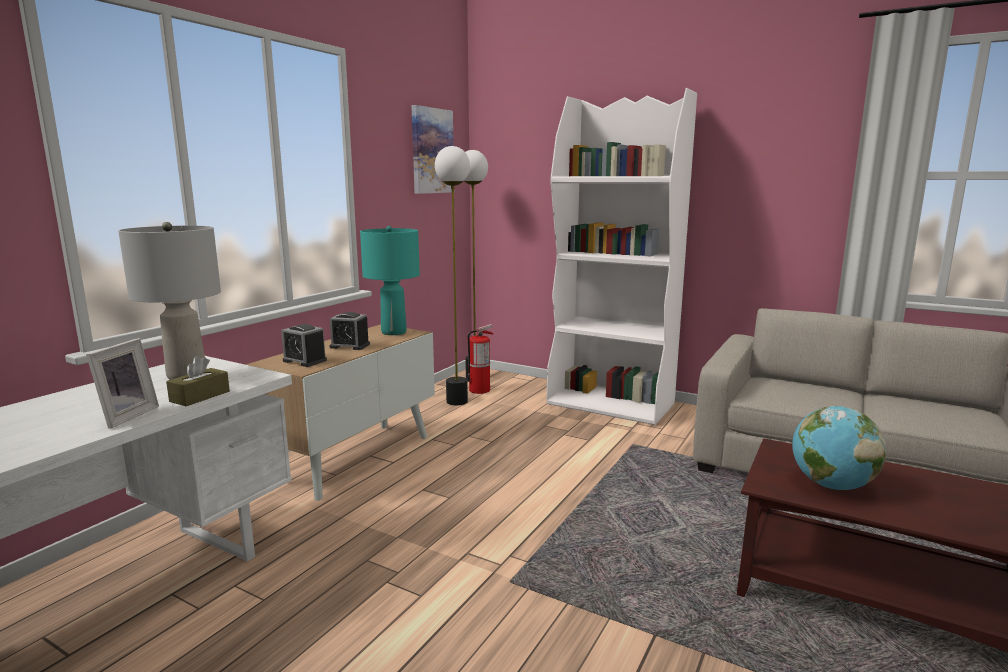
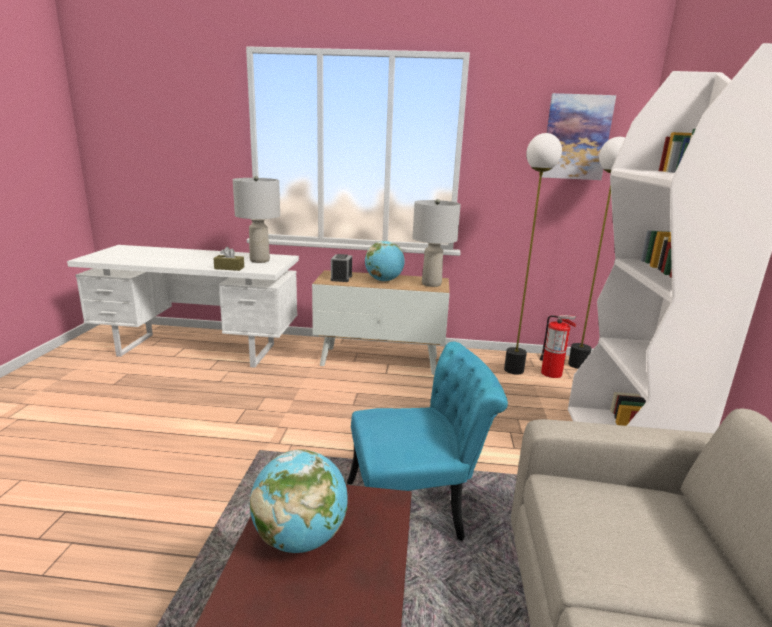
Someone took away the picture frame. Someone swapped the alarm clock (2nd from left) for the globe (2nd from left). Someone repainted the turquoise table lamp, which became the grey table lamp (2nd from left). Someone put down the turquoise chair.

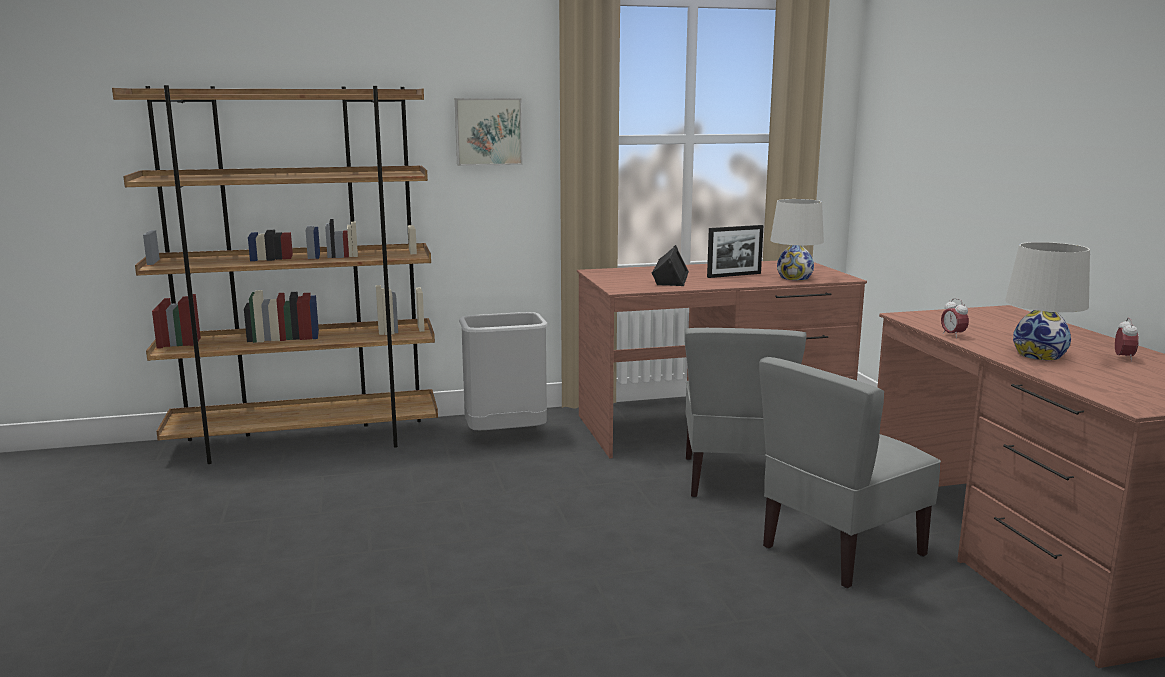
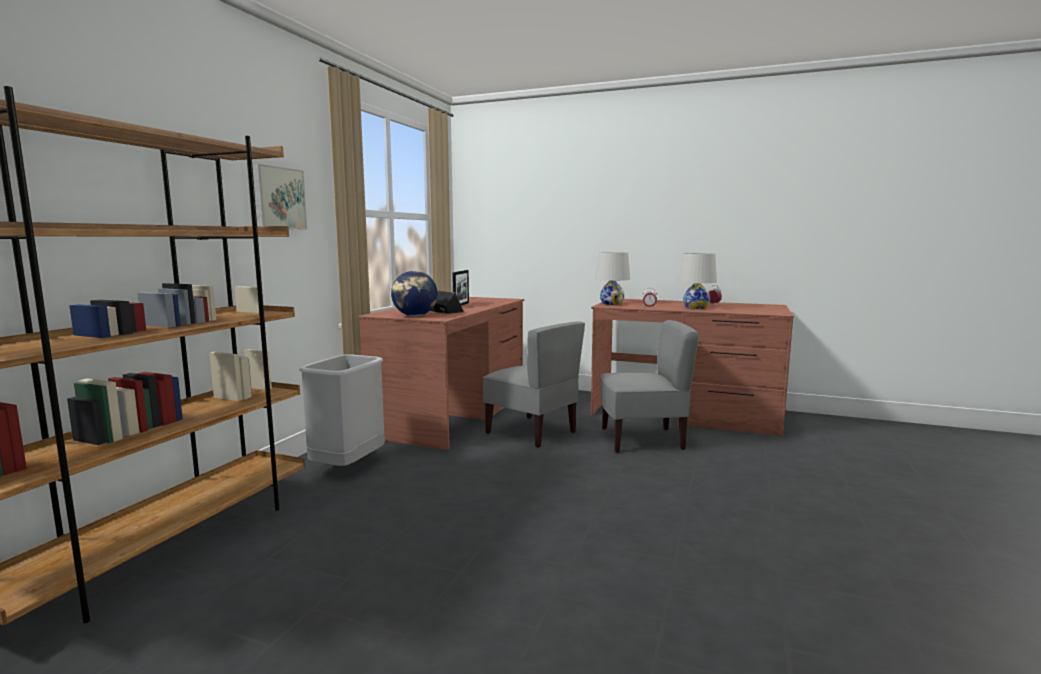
Someone rotated the grey chair (2nd from left) by 90 degrees counterclockwise. Someone carried the white table lamp (1st from left). Someone put down the globe.

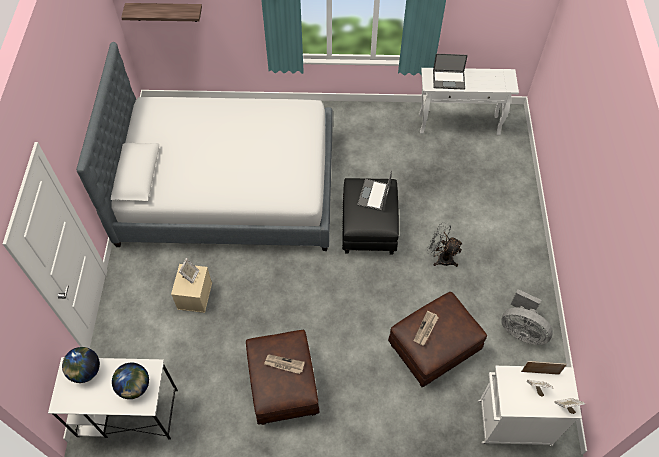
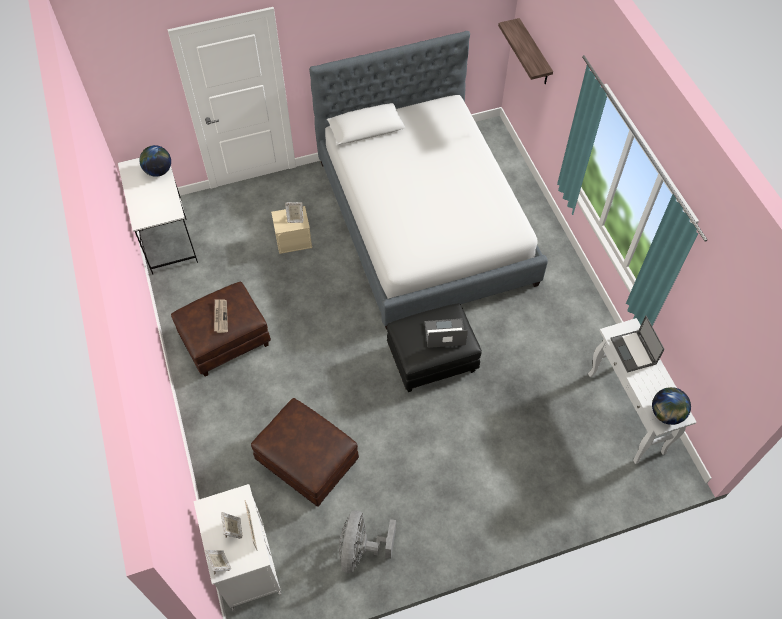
Someone carried the globe (2nd from left). Someone took away the newspaper (2nd from left). Someone took away the grey fan (1st from left).

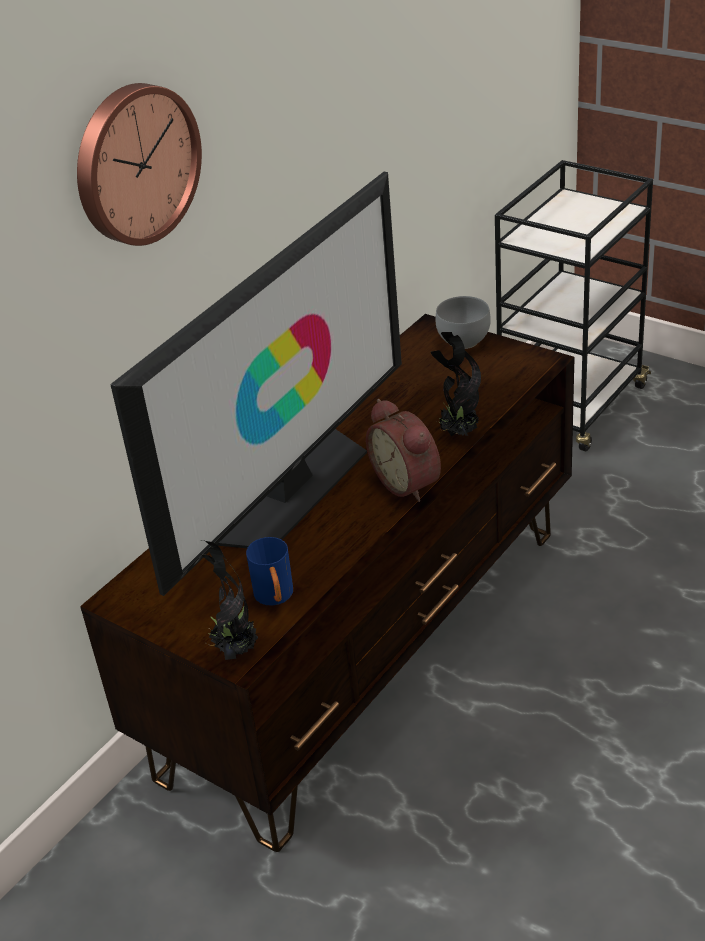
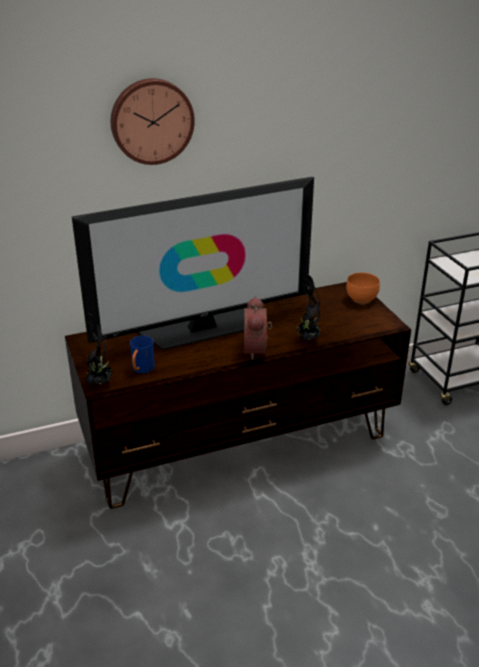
Someone repainted the grey bowl, which became the orange bowl.

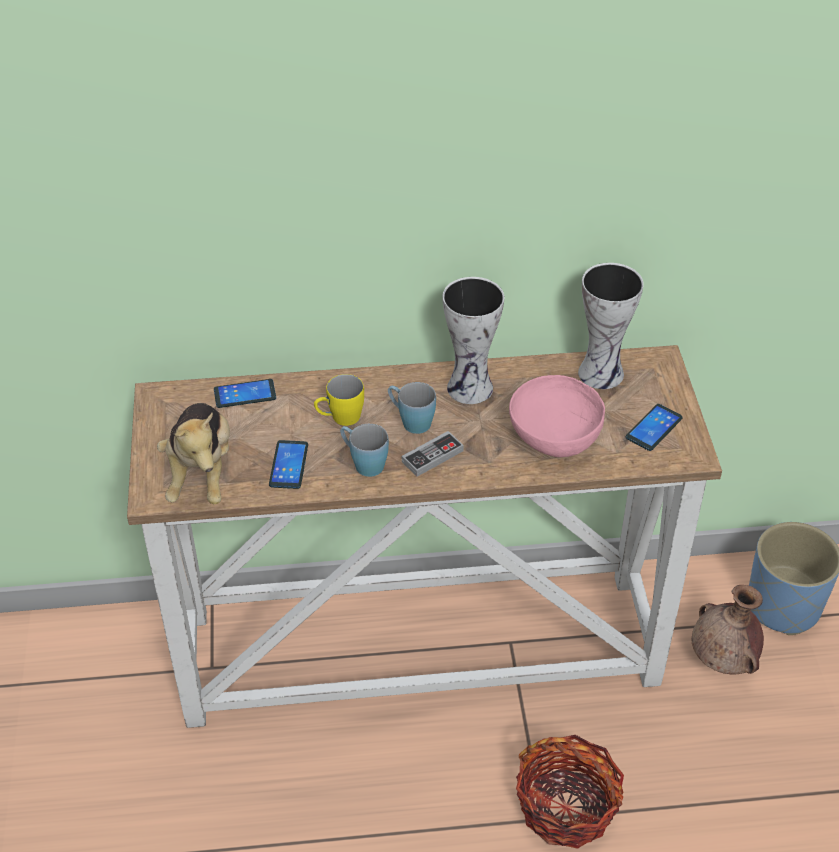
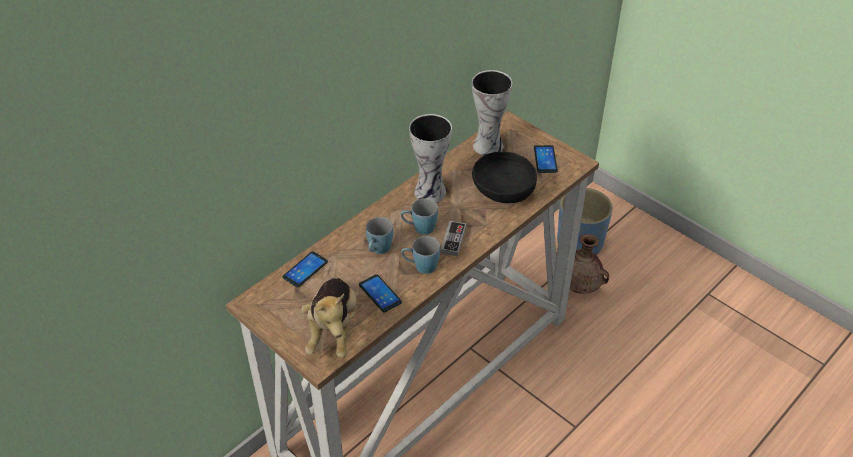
Someone rotated the plush toy by 45 degrees clockwise. Someone repainted the yellow mug, which became the blue mug (1st from left). Someone repainted the pink bowl, which became the black bowl. Someone took away the basket.

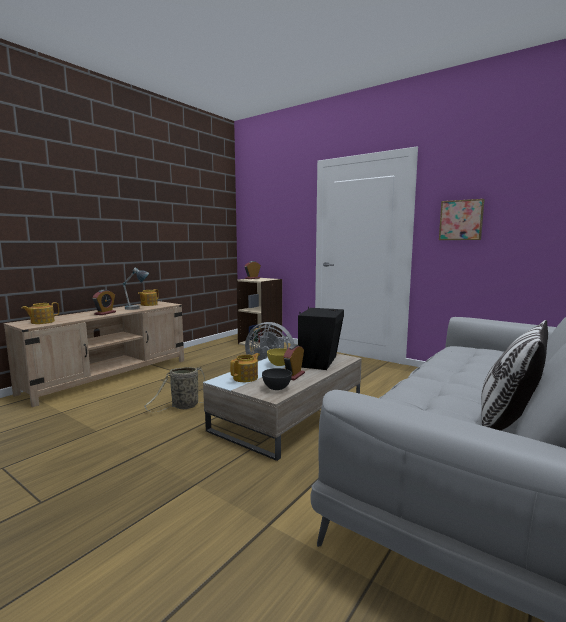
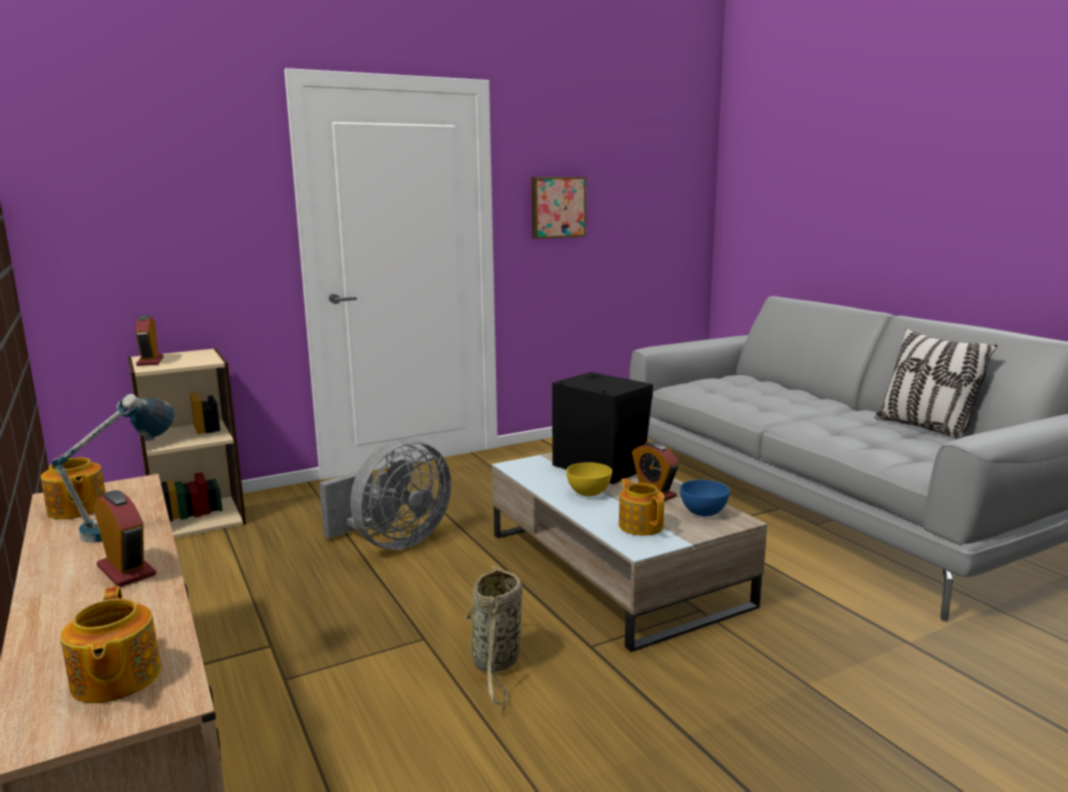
Someone repainted the grey bowl, which became the blue bowl.

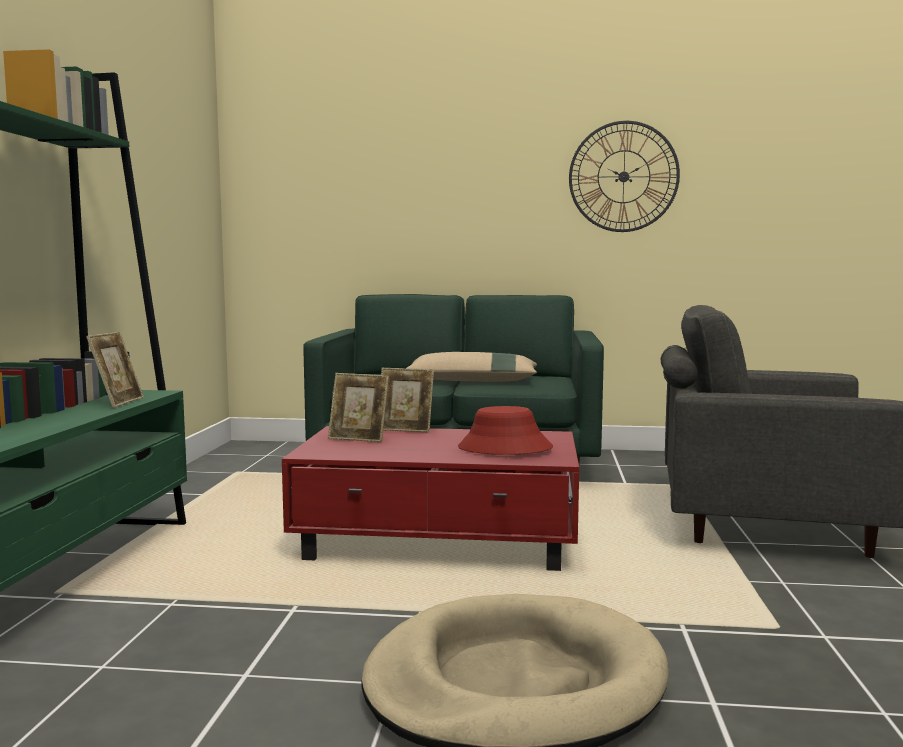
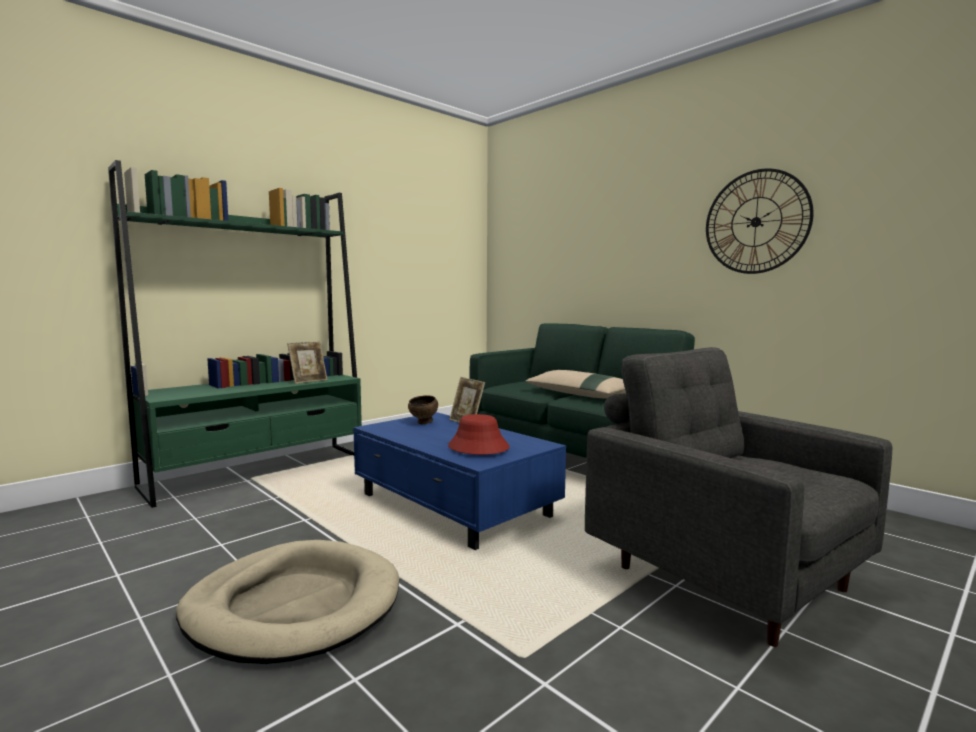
Someone repainted the red coffee table, which became the blue coffee table. Someone swapped the picture frame (2nd from left) for the brown bowl.

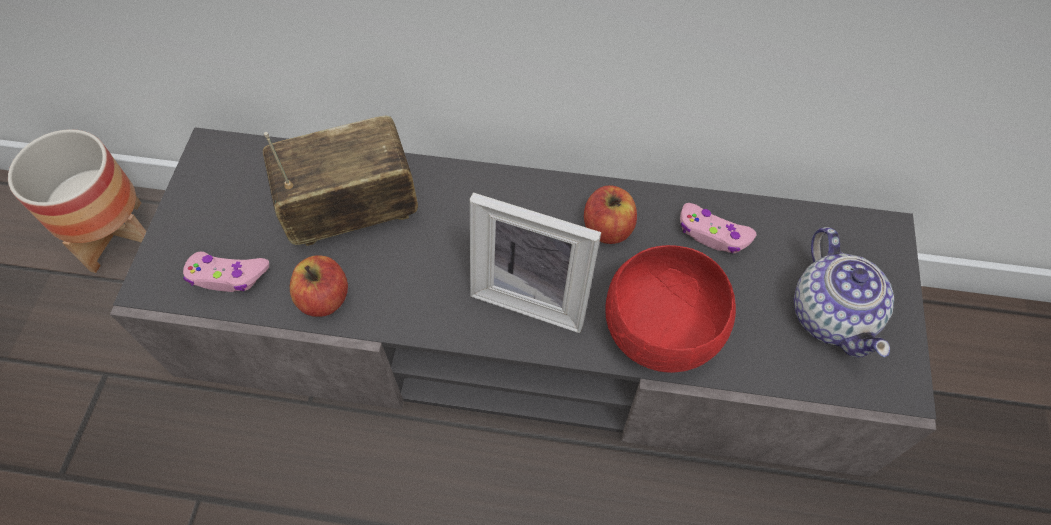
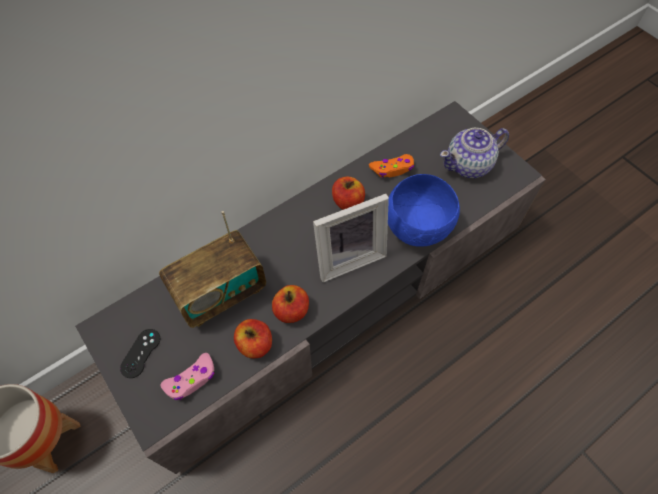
Someone rotated the radio by 150 degrees counterclockwise. Someone repainted the red bowl, which became the blue bowl. Someone repainted the pink game controller (2nd from left), which became the orange game controller. Someone rotated the teapot by 120 degrees clockwise. Someone put down the black game controller. Someone put down the apple (2nd from left).

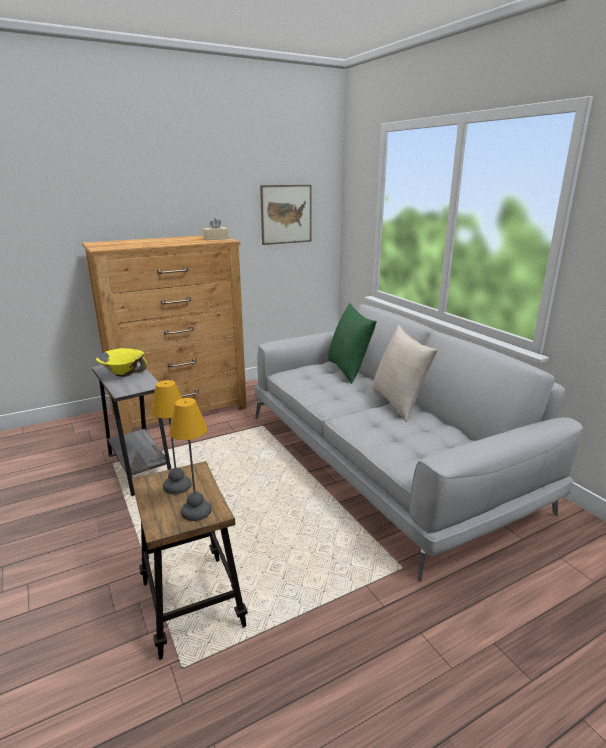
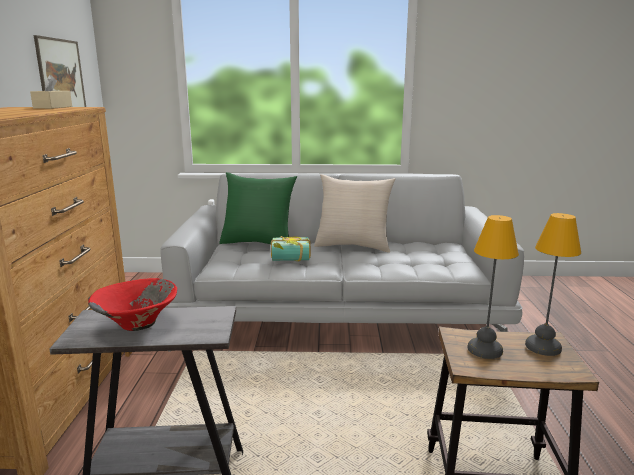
Someone repainted the yellow bowl, which became the red bowl. Someone put down the book.

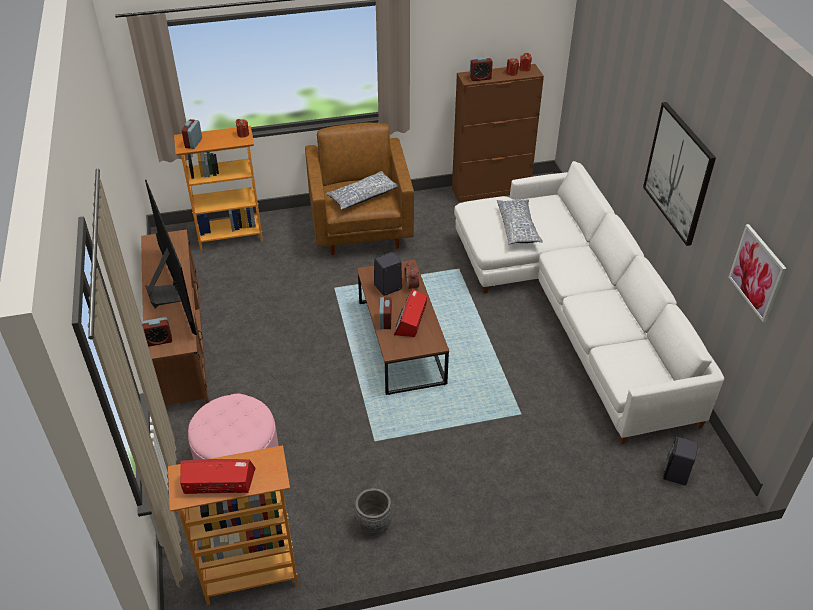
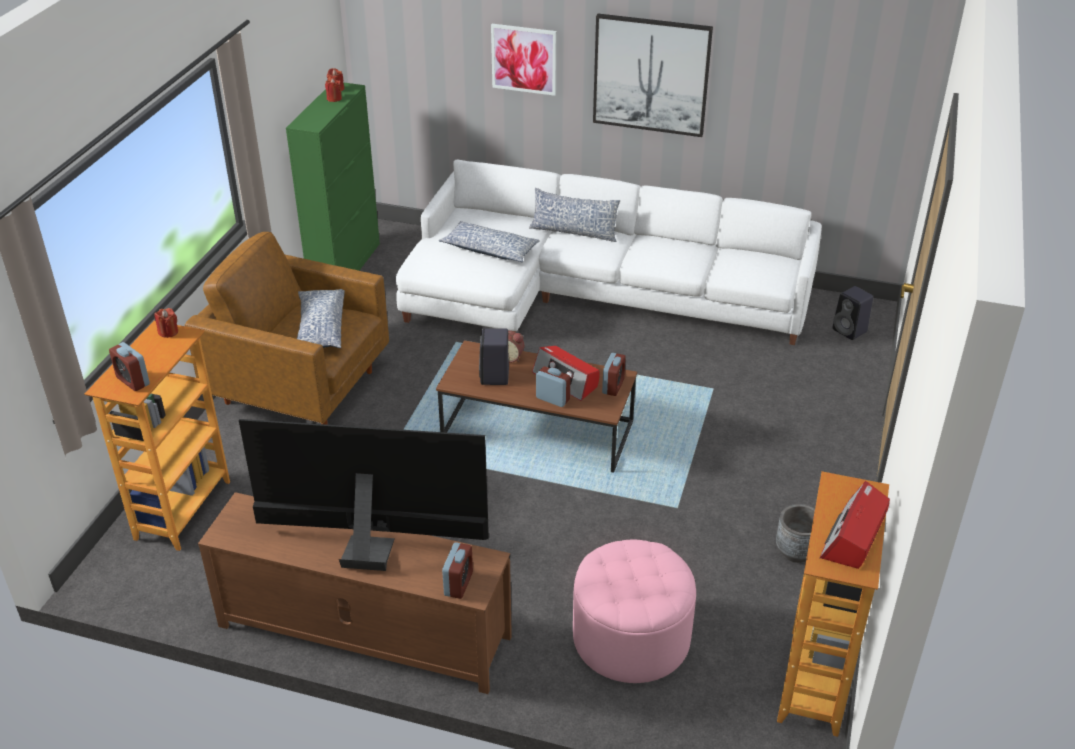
Someone repainted the brown cabinet, which became the green cabinet. Someone carried the alarm clock (5th from left). Someone carried the picture (2nd from left in the first image). Someone put down the pillow (3rd from left).

